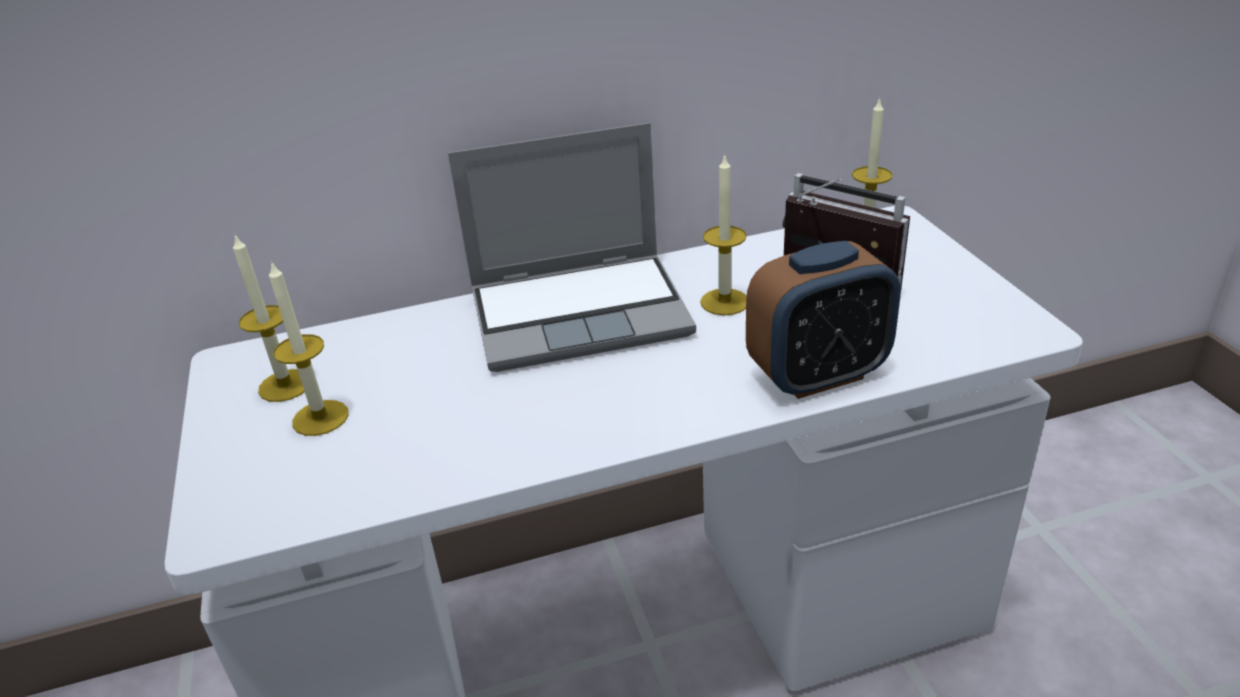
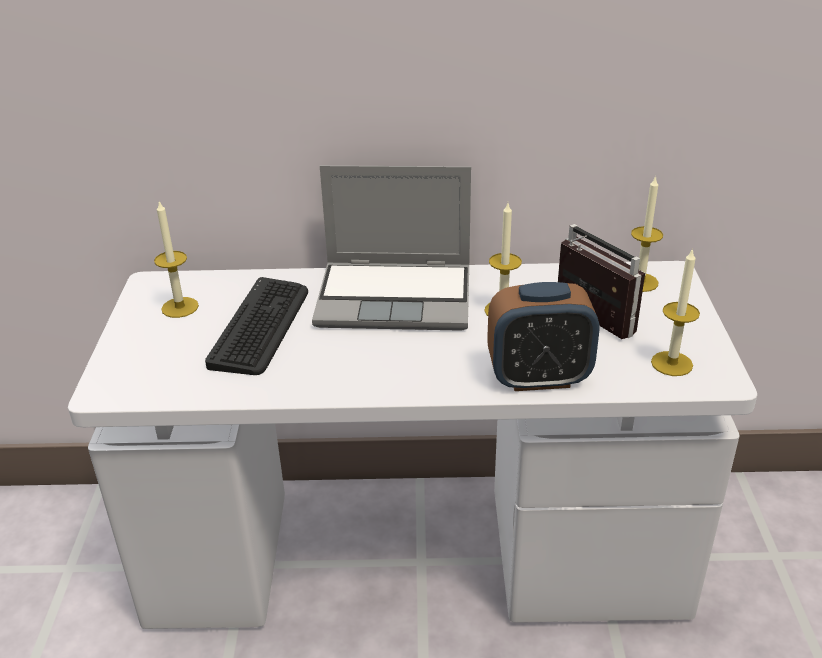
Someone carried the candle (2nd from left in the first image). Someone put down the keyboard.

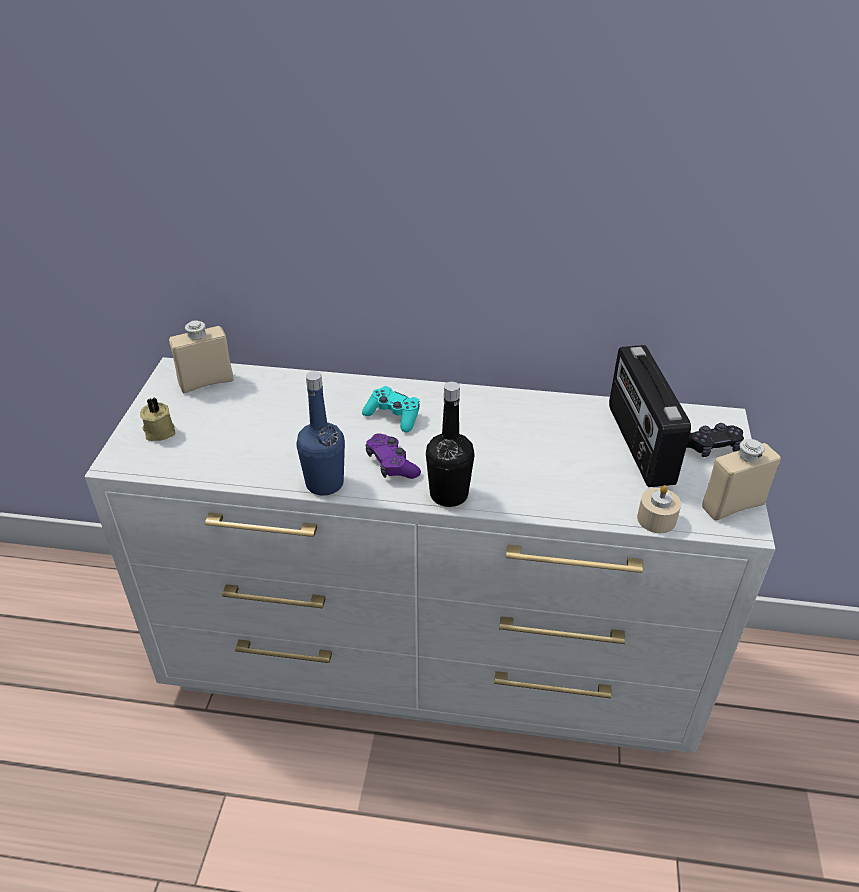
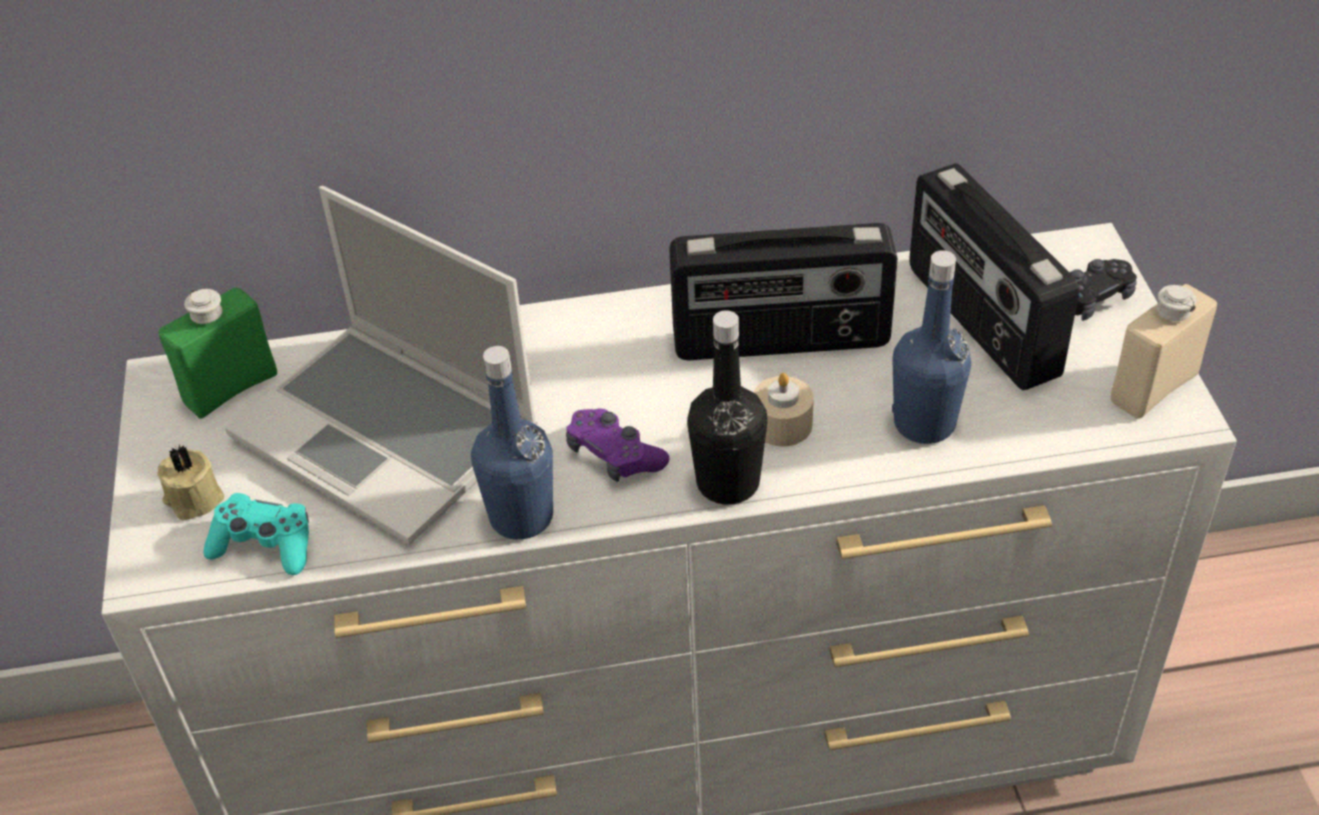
Someone repainted the beige bottle (1st from left), which became the green bottle. Someone carried the turquoise game controller. Someone carried the beige candle (2nd from left). Someone put down the laptop. Someone put down the radio (1st from left). Someone put down the blue bottle (2nd from left).

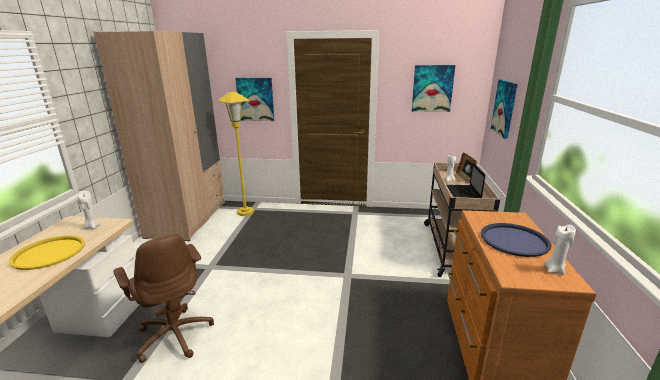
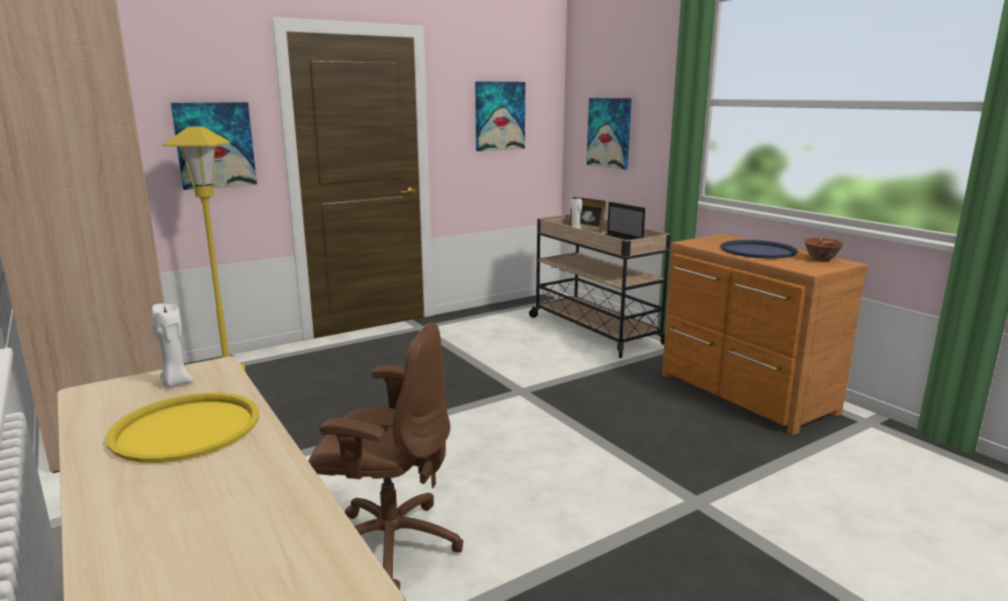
Someone swapped the white candle (3rd from left) for the bowl.

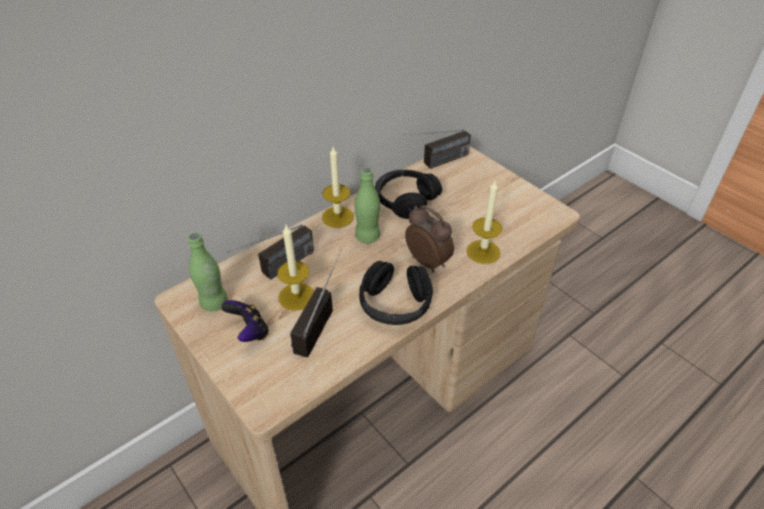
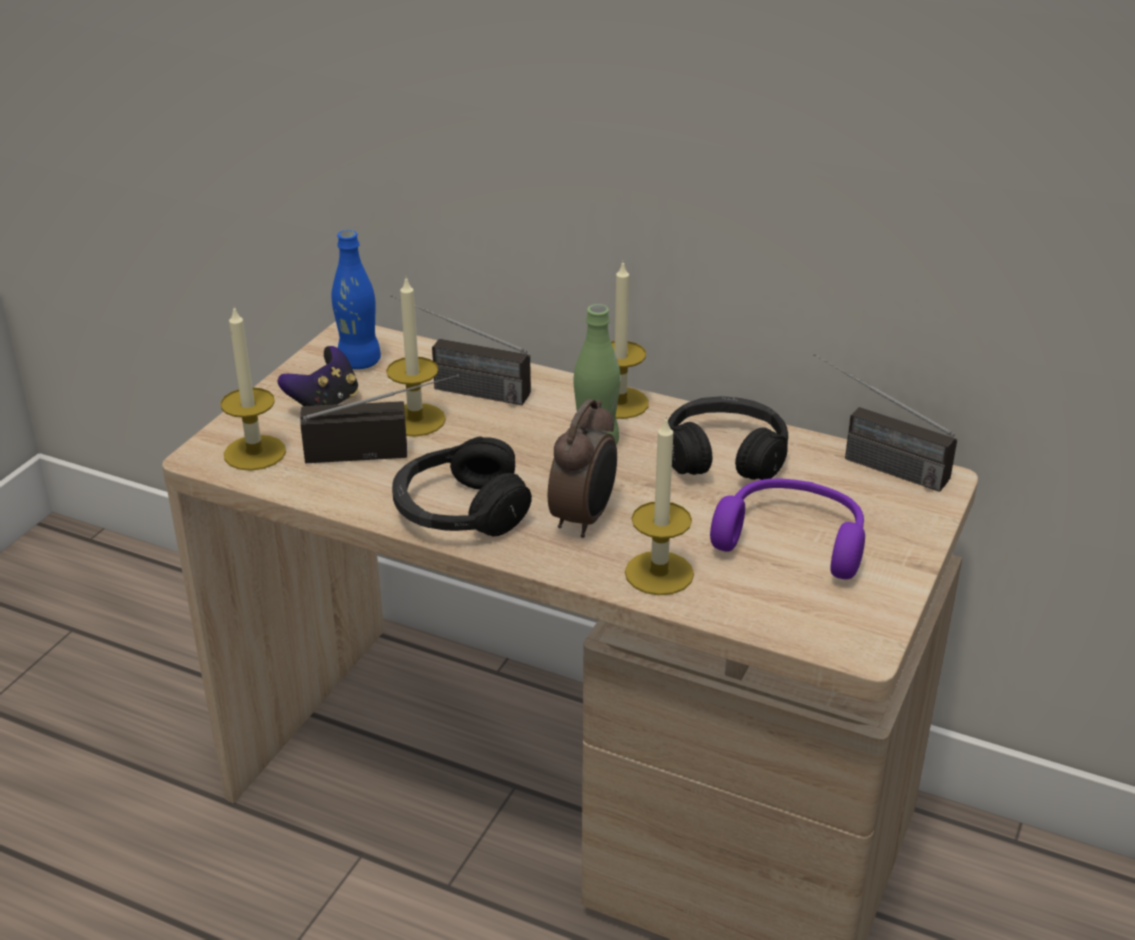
Someone repainted the green bottle (1st from left), which became the blue bottle. Someone put down the candle (1st from left). Someone put down the purple headphones.

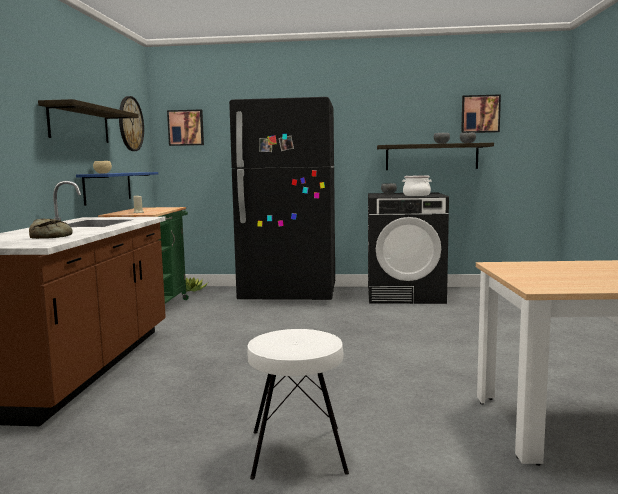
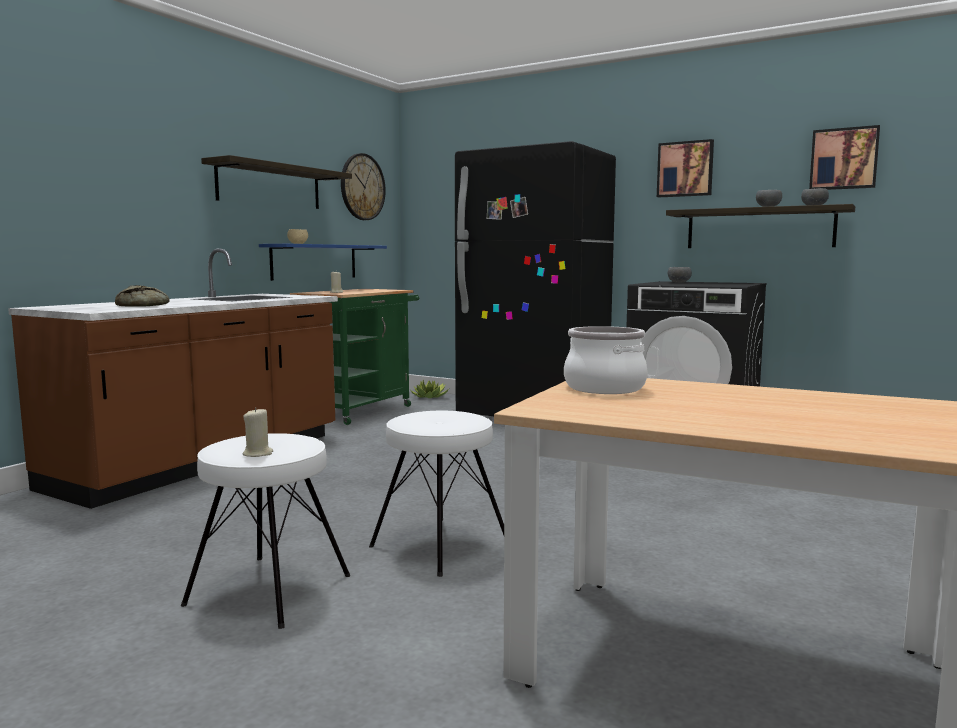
Someone carried the picture (1st from left). Someone carried the cooking pot. Someone put down the beige candle (1st from left). Someone put down the white stool (2nd from left).

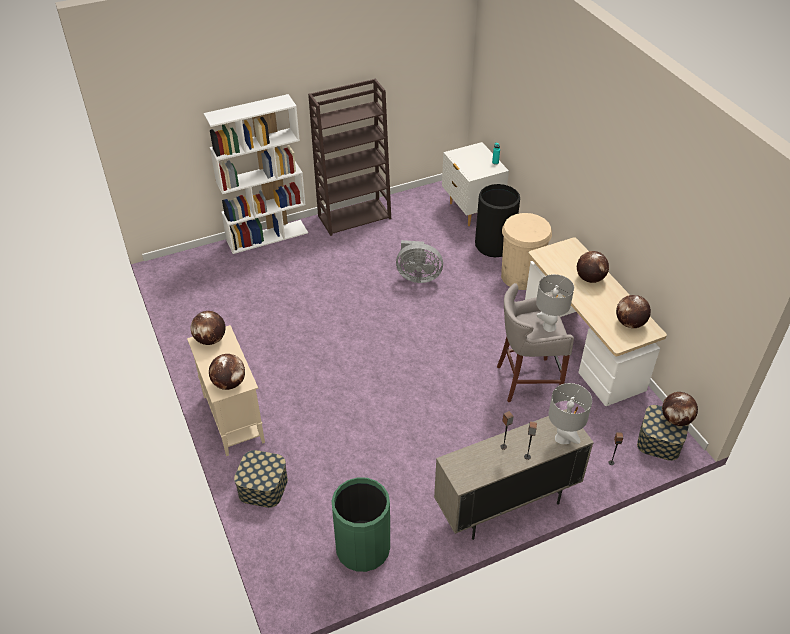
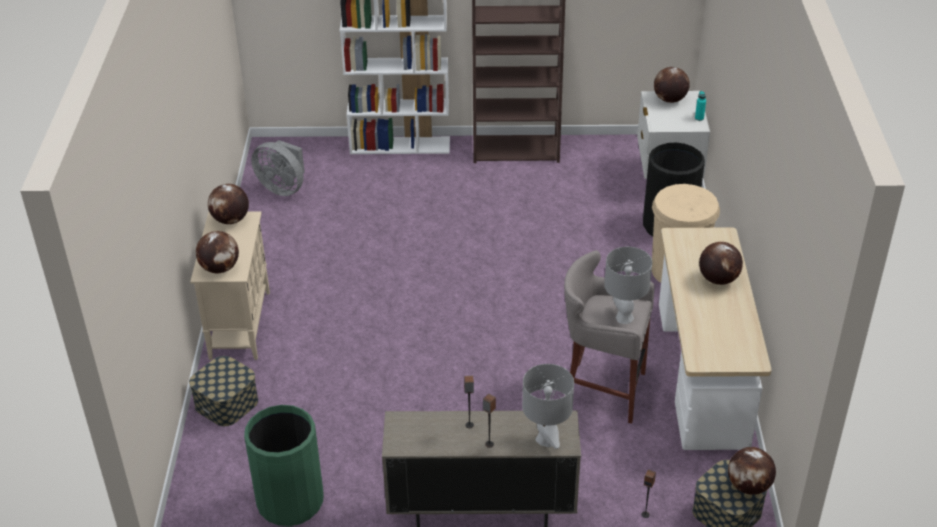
Someone carried the grey fan. Someone carried the globe (4th from left in the first image).

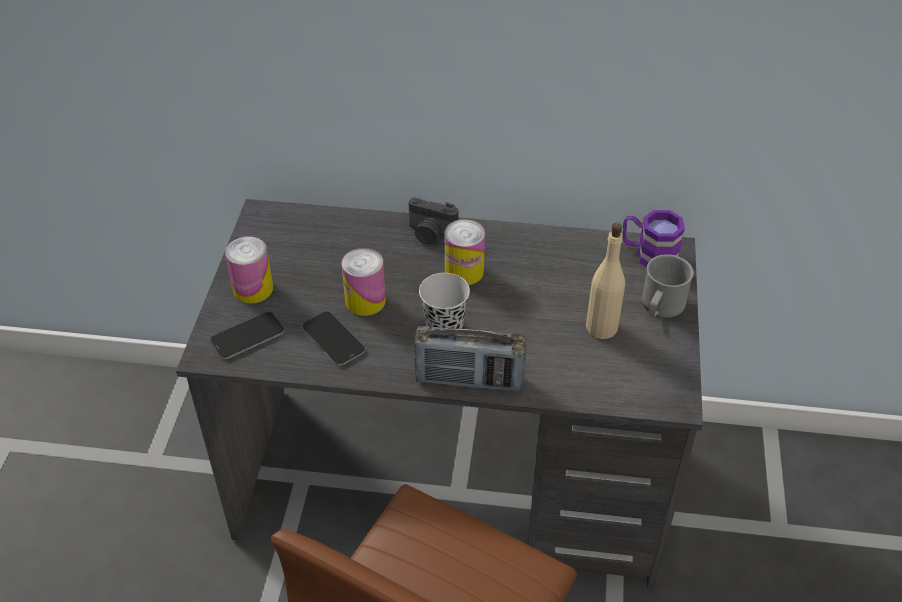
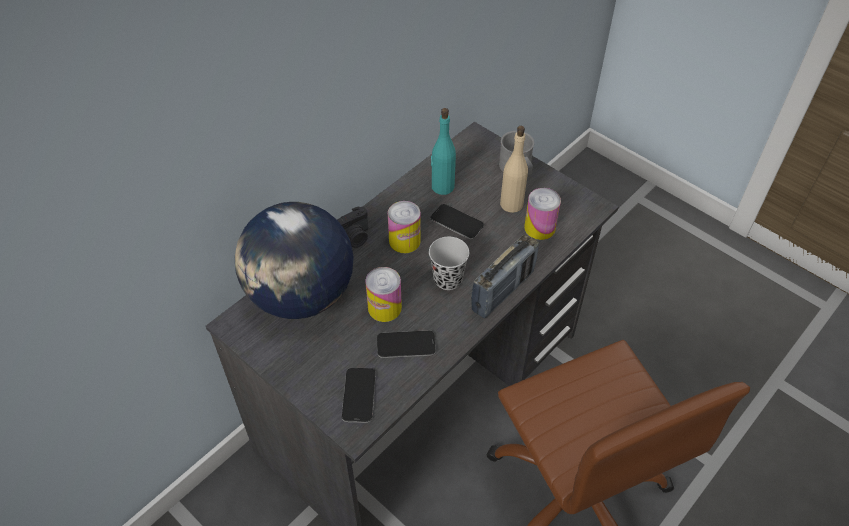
Someone carried the can (1st from left in the first image). Someone took away the purple mug. Someone put down the globe. Someone put down the phone (3rd from left). Someone put down the turquoise bottle.

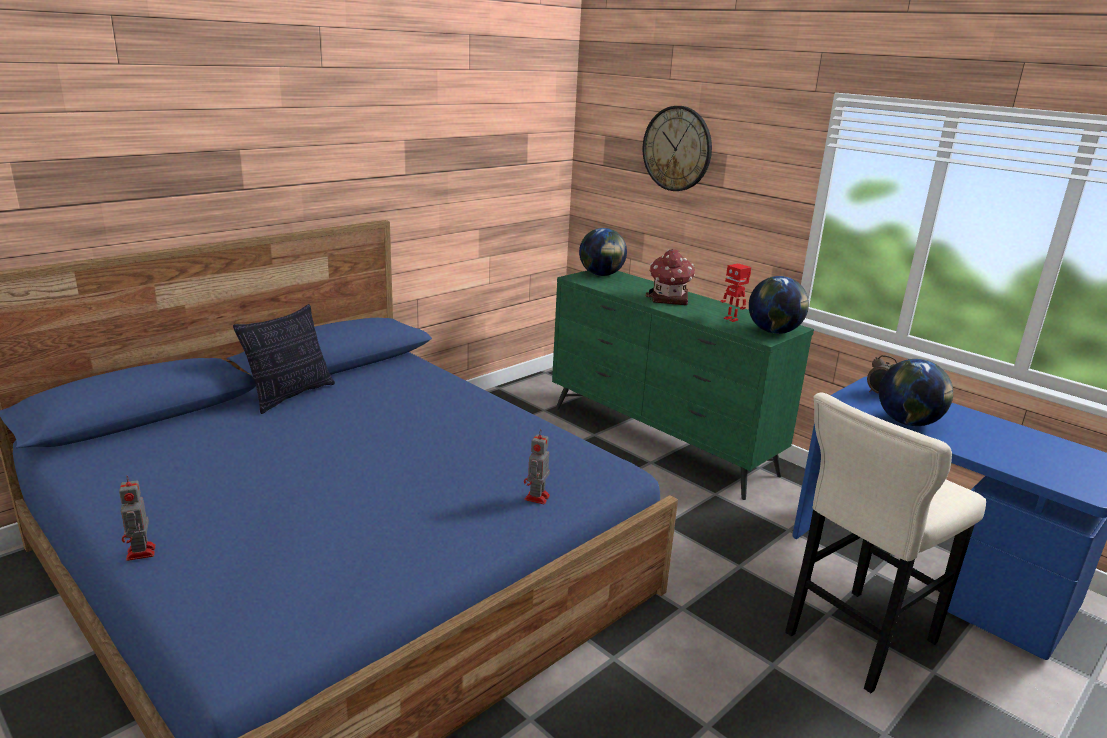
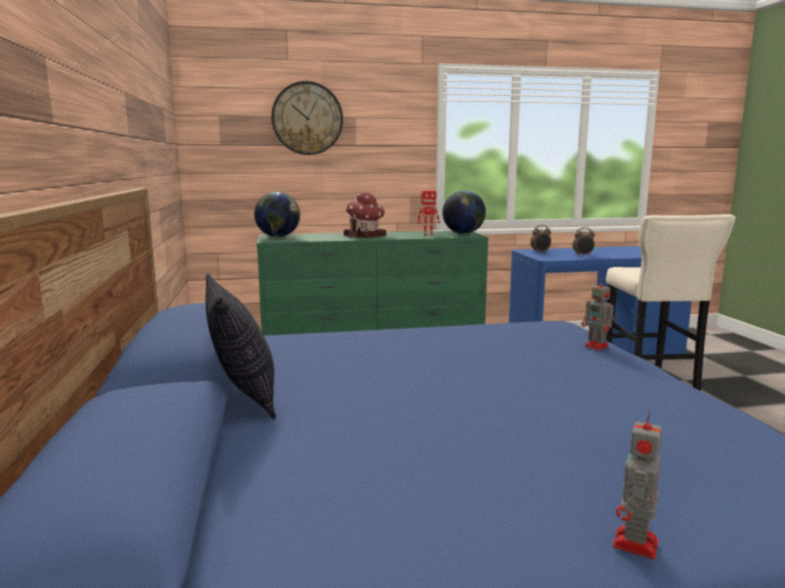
Someone rotated the toy robot (1st from left in the first image) by 105 degrees clockwise. Someone swapped the globe (3rd from left) for the alarm clock (2nd from left).

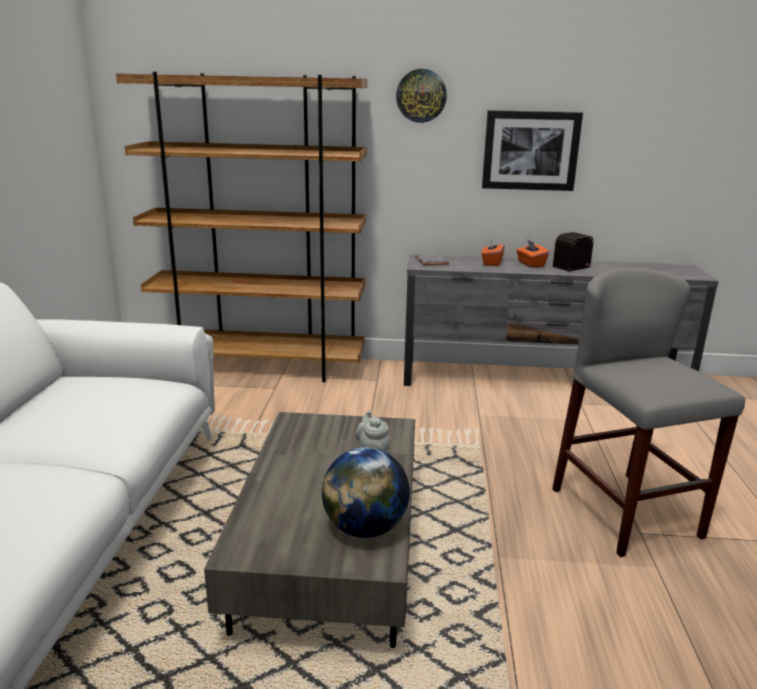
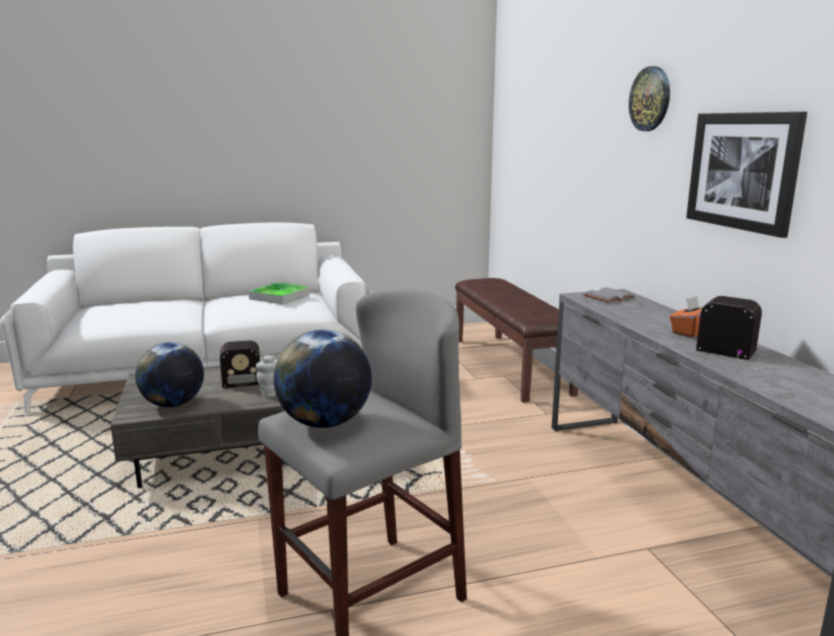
Someone swapped the brown bookcase for the brown bench. Someone took away the orange tissue box (1st from left). Someone put down the radio (1st from left). Someone put down the tray. Someone put down the globe (2nd from left).

